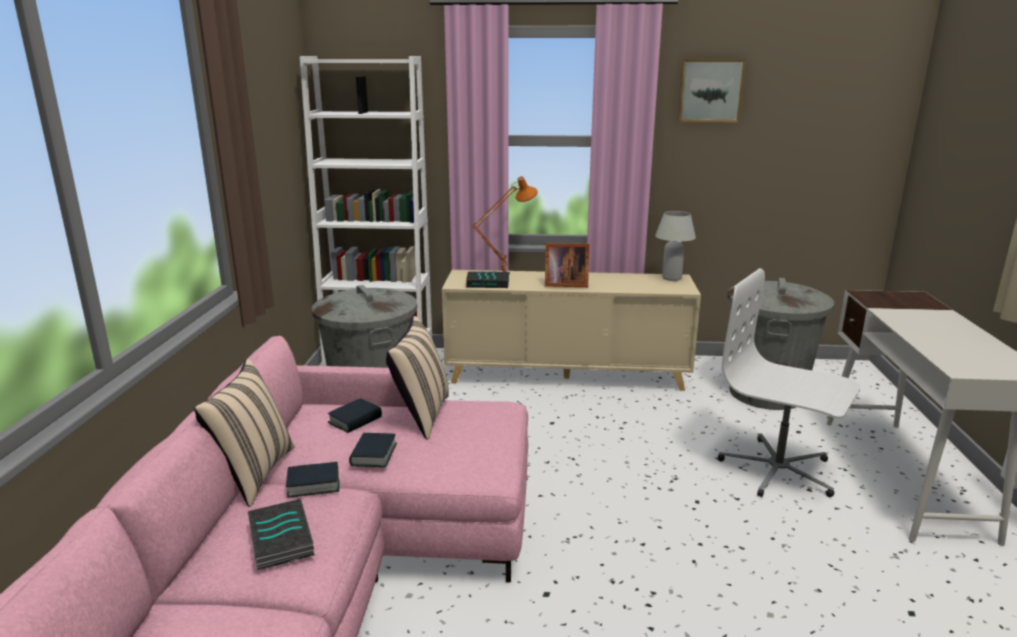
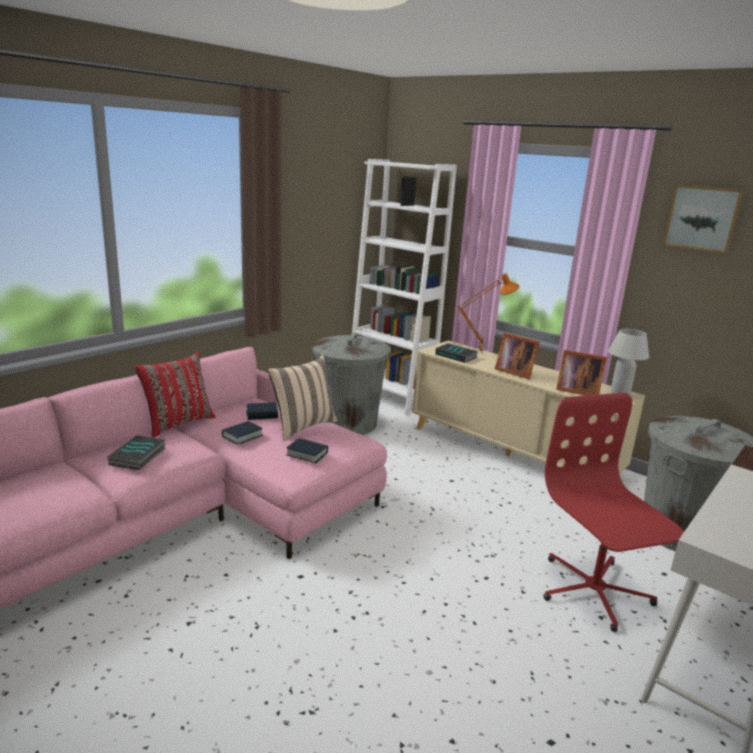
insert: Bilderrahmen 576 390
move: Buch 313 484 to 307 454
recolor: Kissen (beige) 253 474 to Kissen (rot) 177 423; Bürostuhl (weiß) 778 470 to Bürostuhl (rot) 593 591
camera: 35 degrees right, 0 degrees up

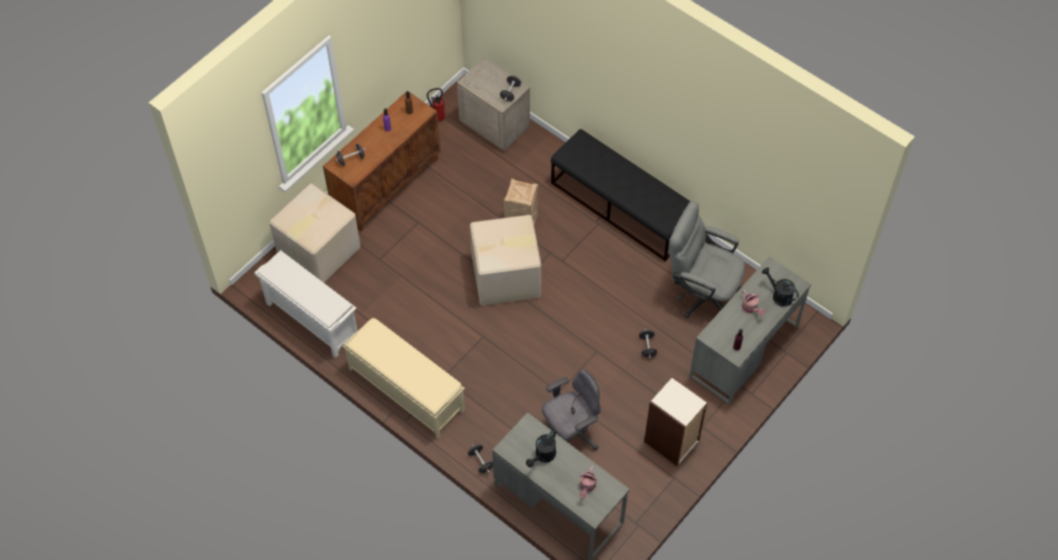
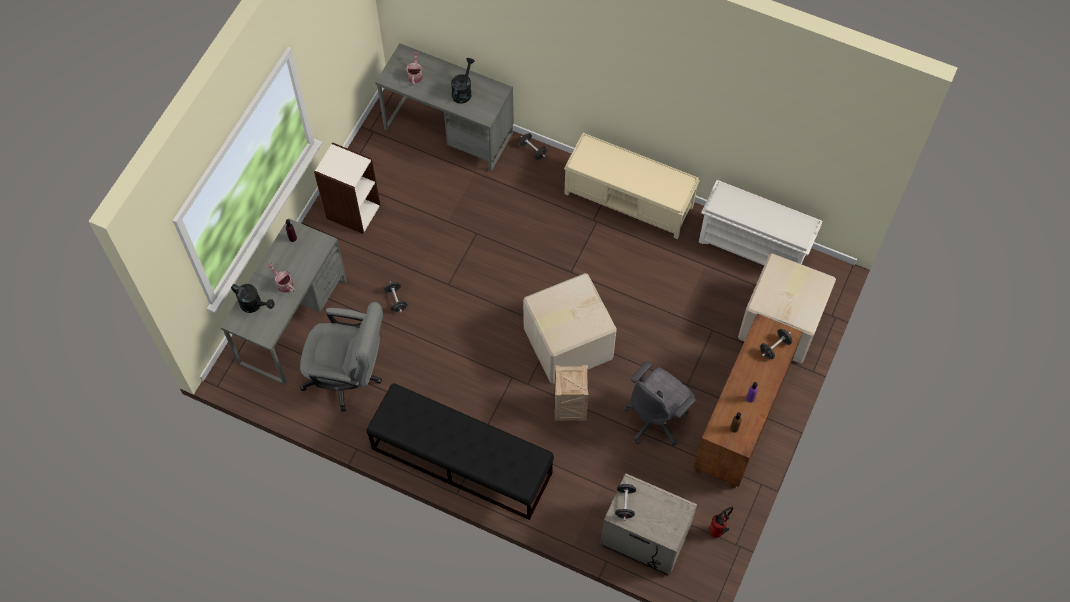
move: Bürostuhl (grau) 571 433 to 656 419
camera: 165 degrees right, 5 degrees up

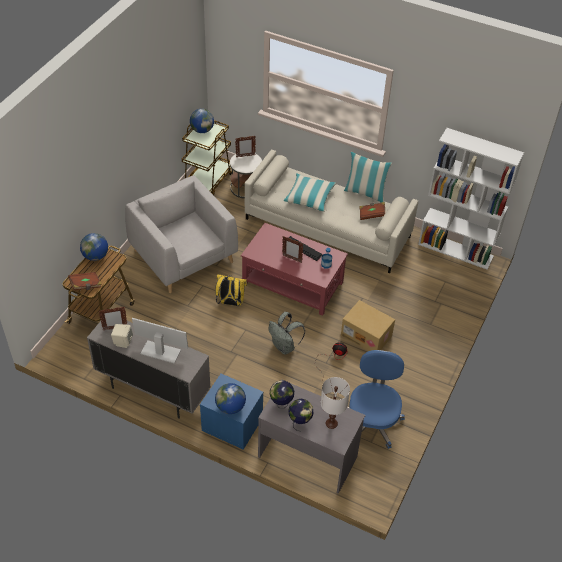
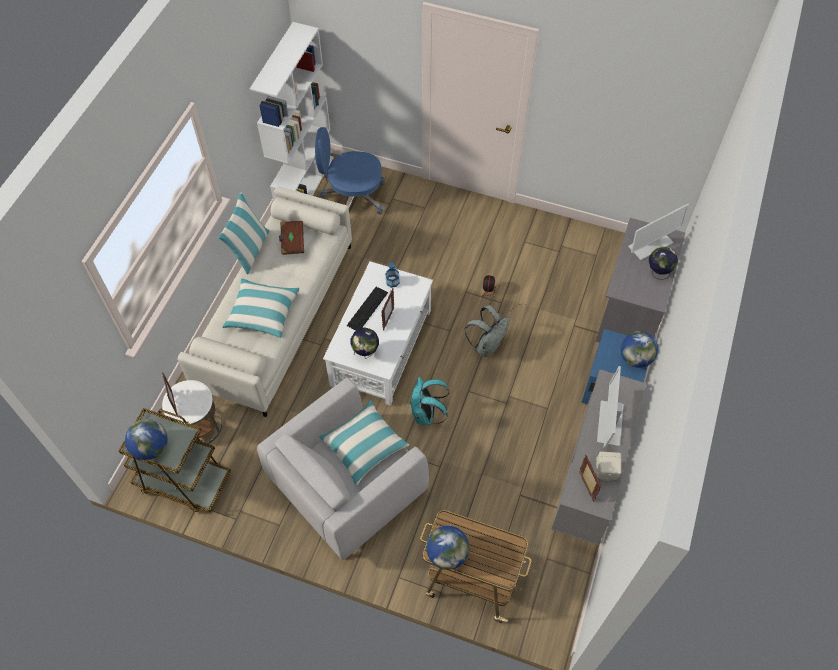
delete: Buch (braun) 86 285; Karton 367 335
insert: Kissen 364 446
move: Bürostuhl (blau) 372 421 to 353 197; Globus 281 403 to 365 353
replace: Tischlampe (weiß) 331 423 to Monitor 650 245
recolor: Couchtisch (rot) 293 283 to Couchtisch (weiß) 382 347; Rucksack (gelb) 230 302 to Rucksack (türkis) 426 415
camera: 95 degrees left, 10 degrees up

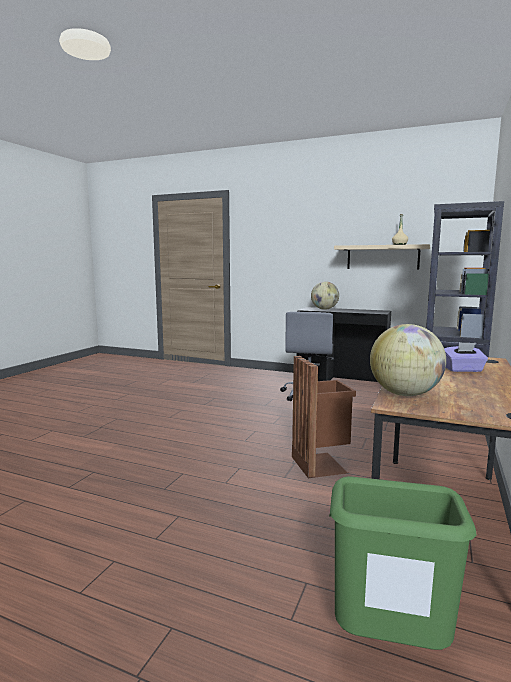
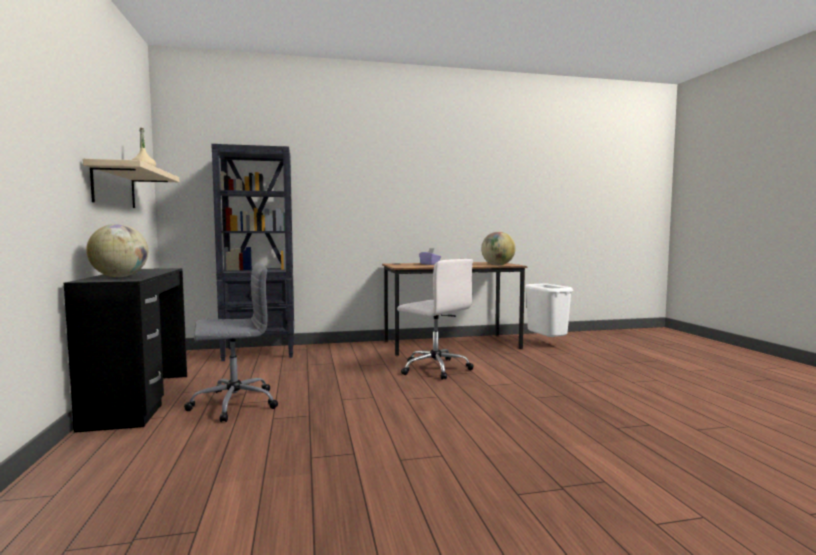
replace: Mülleimer (braun) 321 464 to Bürostuhl (weiß) 434 368
recolor: Mülleimer (grün) 388 646 to Mülleimer (weiß) 547 344
camera: 125 degrees left, 5 degrees down

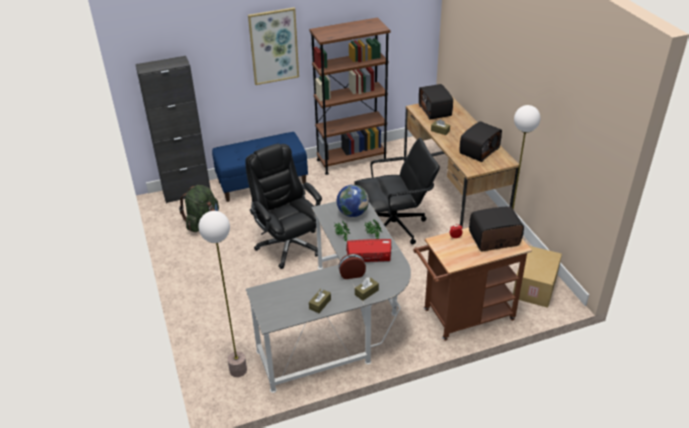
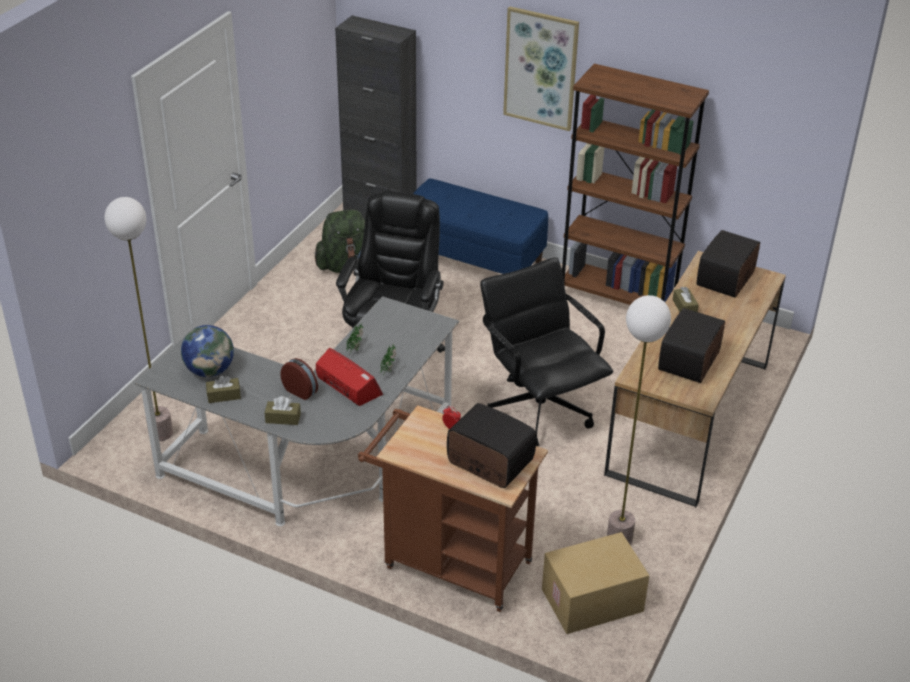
move: Globus 352 213 to 210 370
rotate: Bürostuhl (schwarz) 394 227 = 539 409 150 degrees counterclockwise; Radio 478 150 = 690 361 120 degrees clockwise
camera: 45 degrees right, 0 degrees up

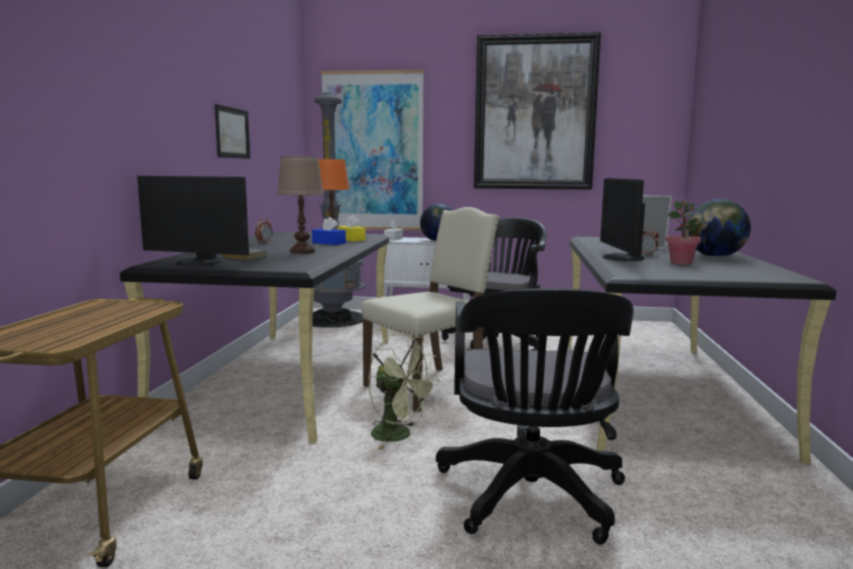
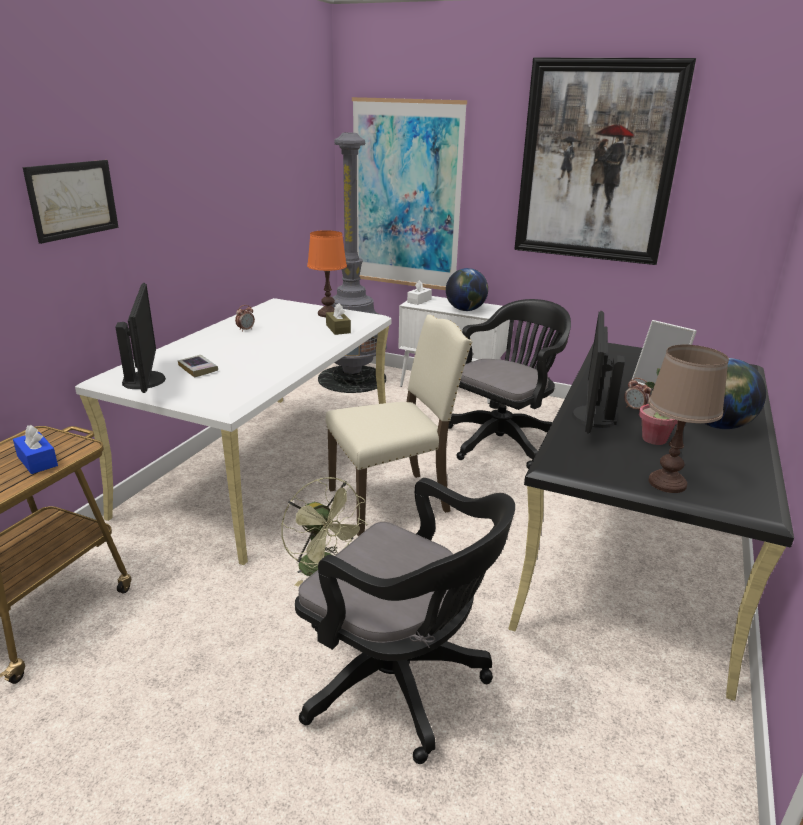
move: Taschentuchbox (blau) 329 243 to 37 461; Bild 232 133 to 73 199; Tischlampe (braun) 302 252 to 667 483
recolor: Schreibtisch (schwarz) 288 377 to Schreibtisch (weiß) 265 465; Taschentuchbox (gelb) 351 239 to Taschentuchbox (braun) 338 329
rotate: Monitor 198 263 = 146 380 135 degrees counterclockwise; Bürostuhl (schwarz) 531 498 = 400 683 75 degrees counterclockwise
camera: 15 degrees right, 15 degrees up

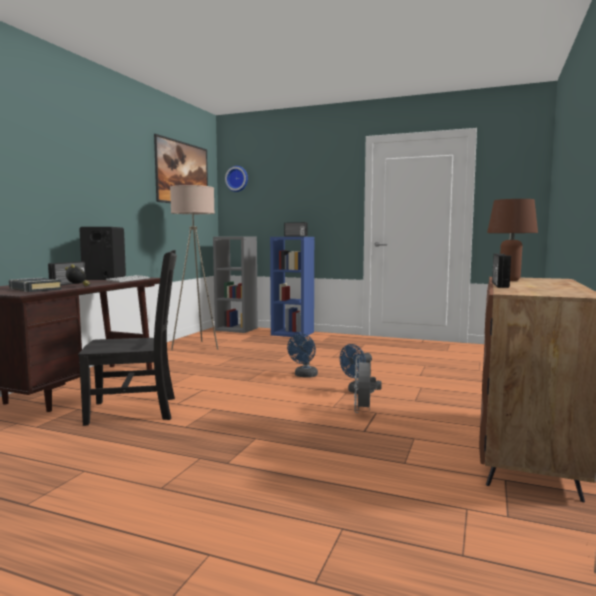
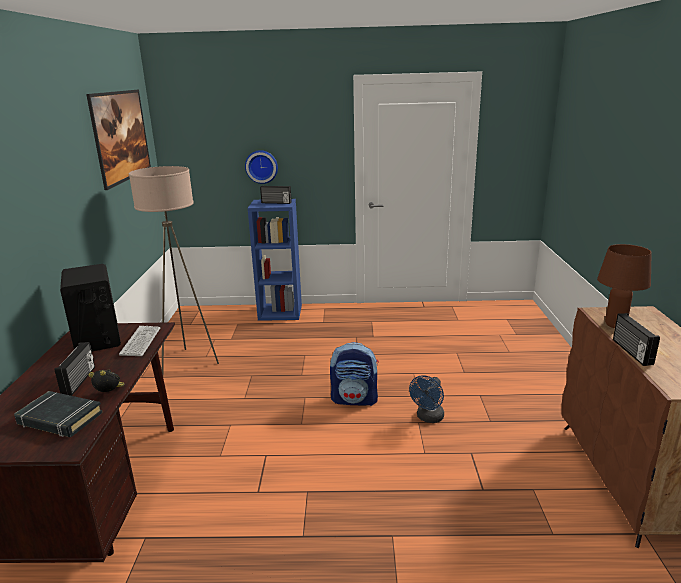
delete: Stuhl (schwarz) 136 410; Bücherregal (grau) 237 329; Ventilator (grau) 364 411
move: Wanduhr 237 179 to 261 166
replace: Ventilator (blau) 304 376 to Rucksack 355 399
camera: 20 degrees left, 15 degrees up

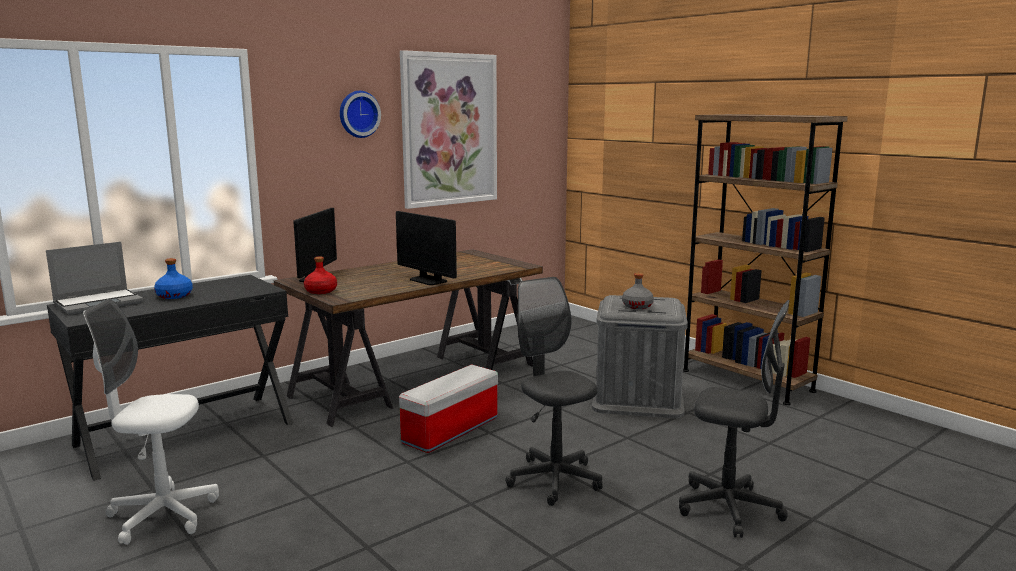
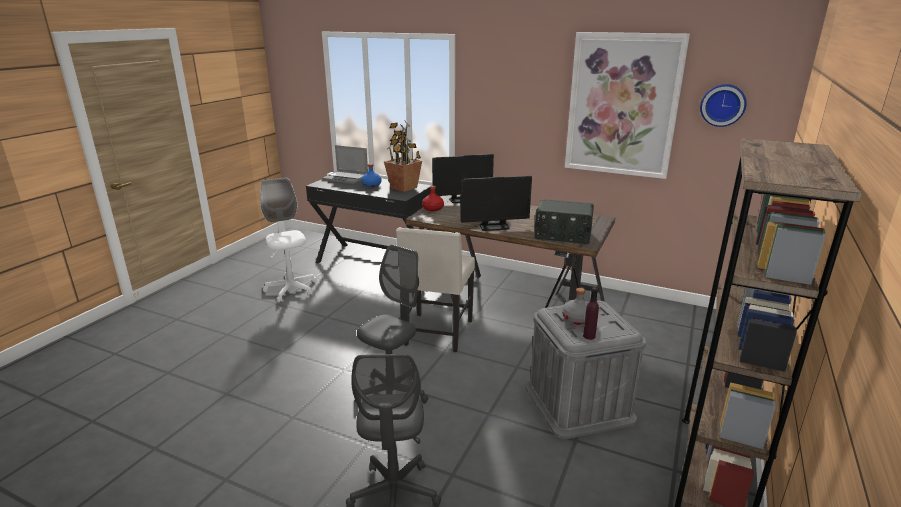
insert: Topfpflanze 403 188; Radio 562 235; Flasche (lila) 589 336
move: Wanduhr 358 114 to 722 105
replace: Aufbewahrungsbox 450 431 to Stuhl (beige) 437 333
rotate: Monitor 428 280 = 494 226 120 degrees counterclockwise
camera: 65 degrees right, 10 degrees up

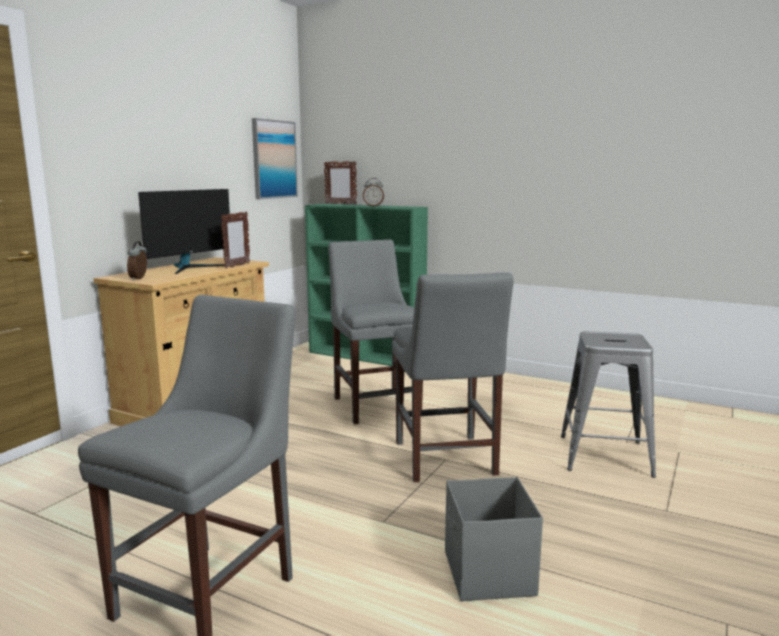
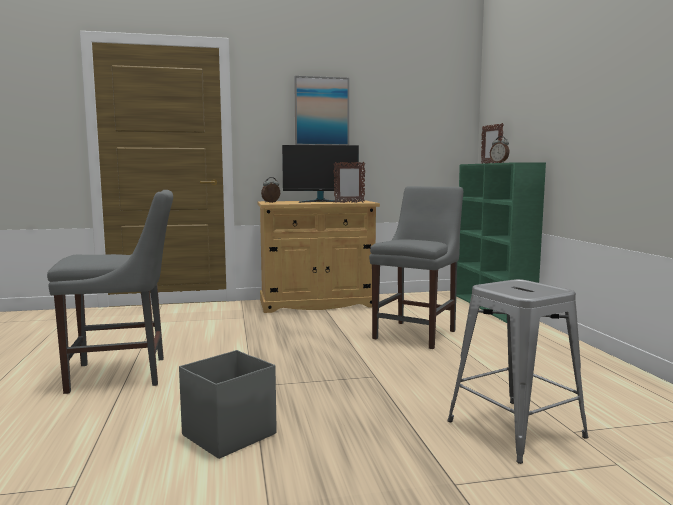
delete: Stuhl (grau) 445 460
move: Bild 274 159 to 321 111
camera: 50 degrees right, 5 degrees down

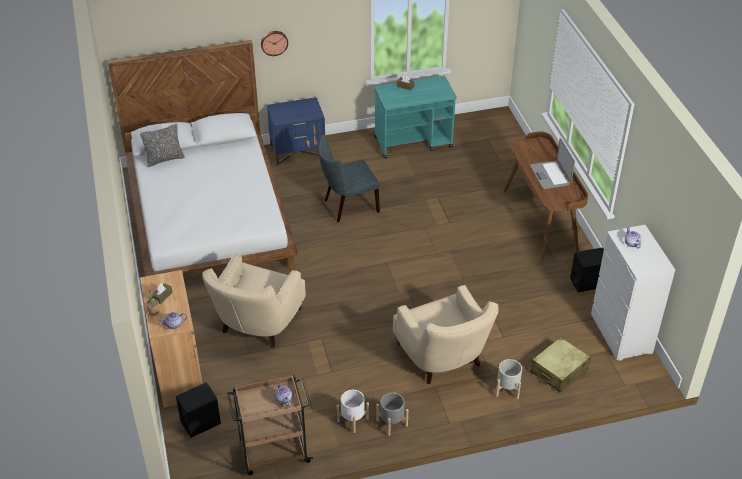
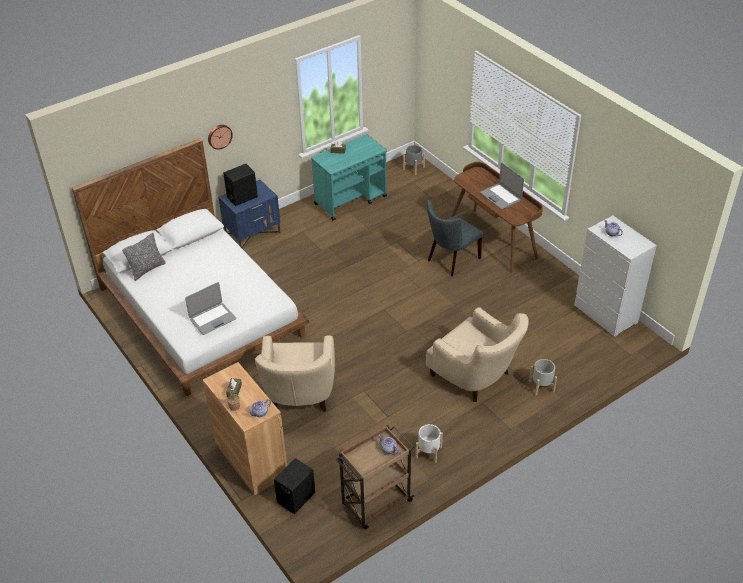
delete: Koffer (beige) 558 370
insert: Laptop 212 319
move: Lautsprecher (schwarz) 588 283 to 242 197; Pflanzkübel (grau) 392 423 to 413 168; Stuhl (grau) 348 206 to 451 260
camera: 20 degrees left, 0 degrees up

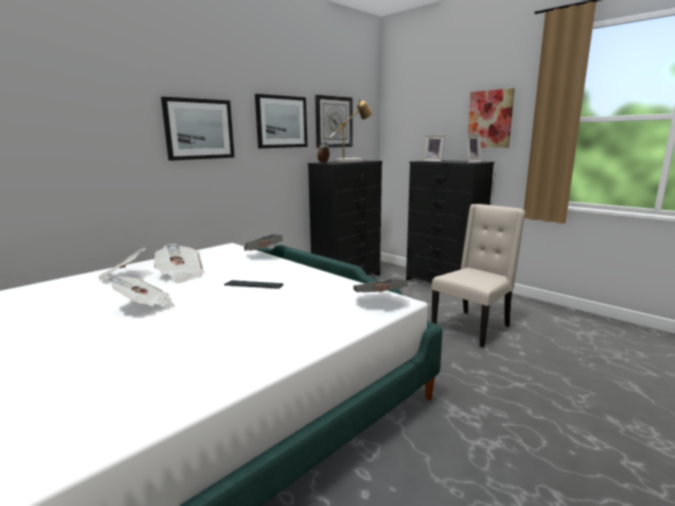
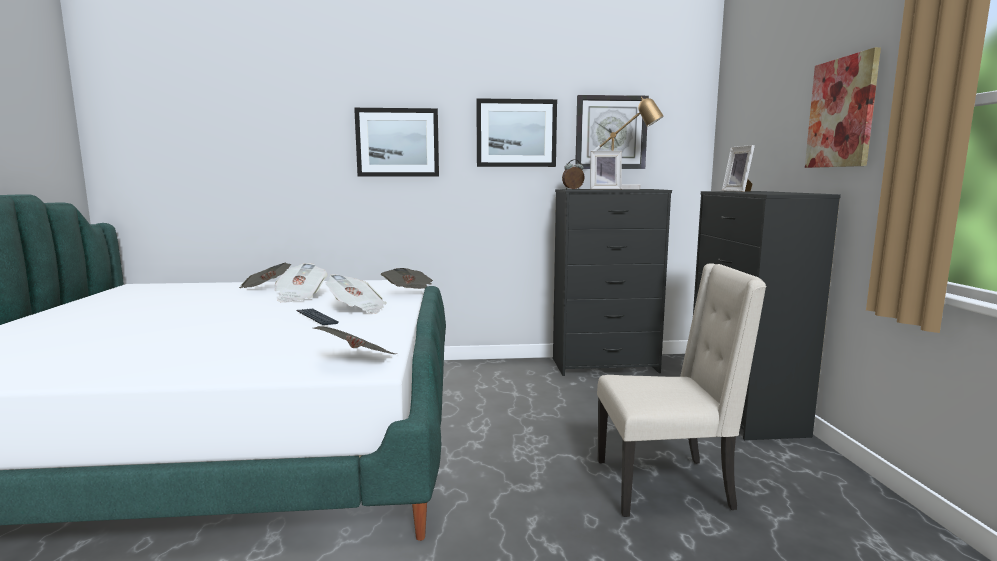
move: Zeitung 145 307 to 357 309; Bilderrahmen 471 162 to 604 189
camera: 40 degrees right, 5 degrees down

